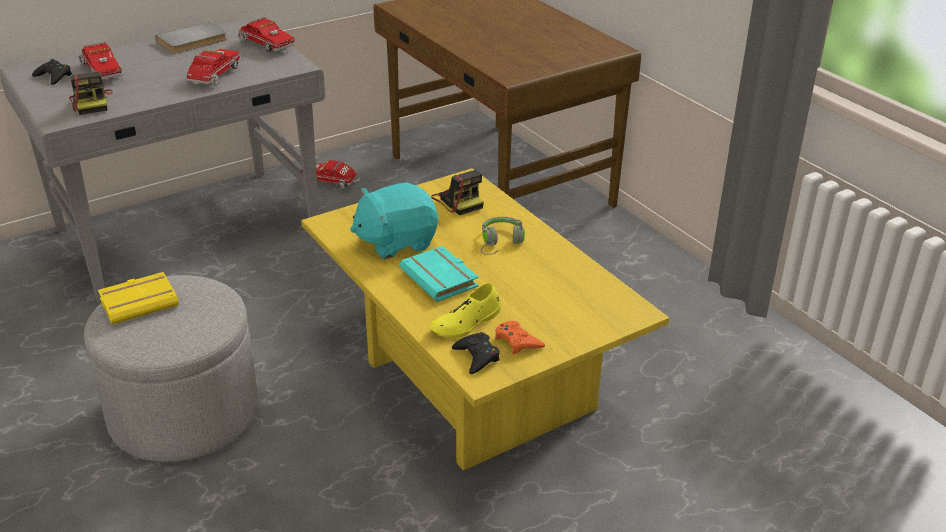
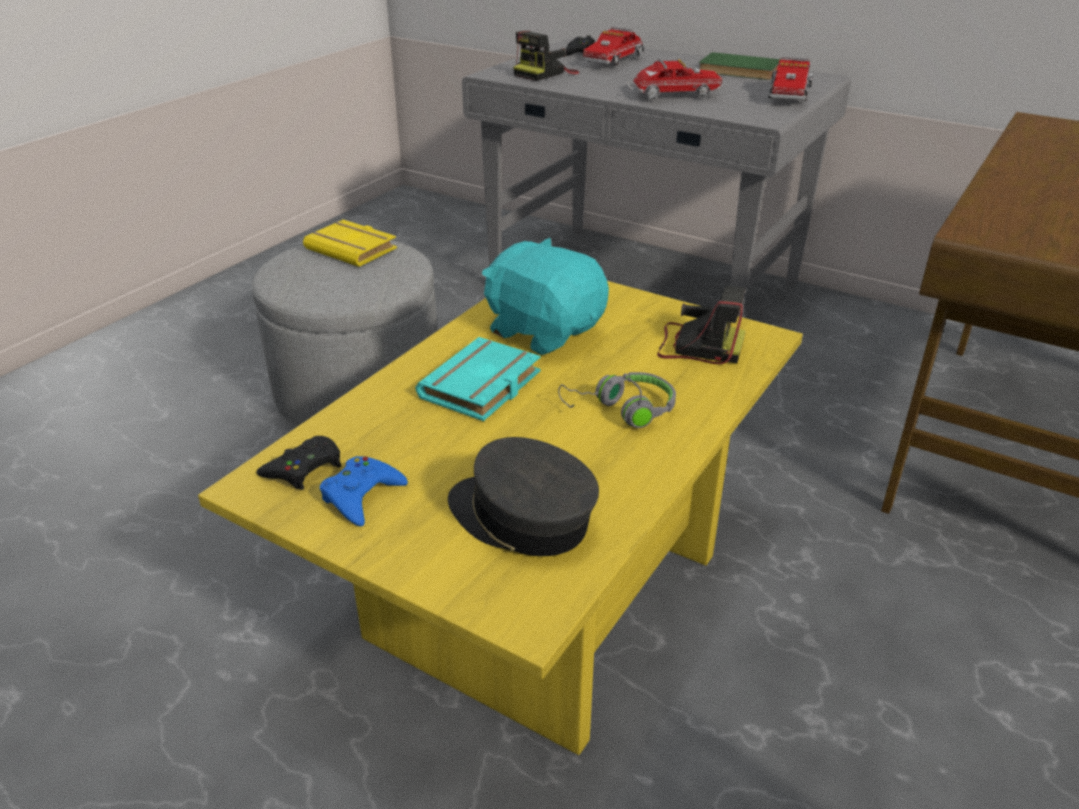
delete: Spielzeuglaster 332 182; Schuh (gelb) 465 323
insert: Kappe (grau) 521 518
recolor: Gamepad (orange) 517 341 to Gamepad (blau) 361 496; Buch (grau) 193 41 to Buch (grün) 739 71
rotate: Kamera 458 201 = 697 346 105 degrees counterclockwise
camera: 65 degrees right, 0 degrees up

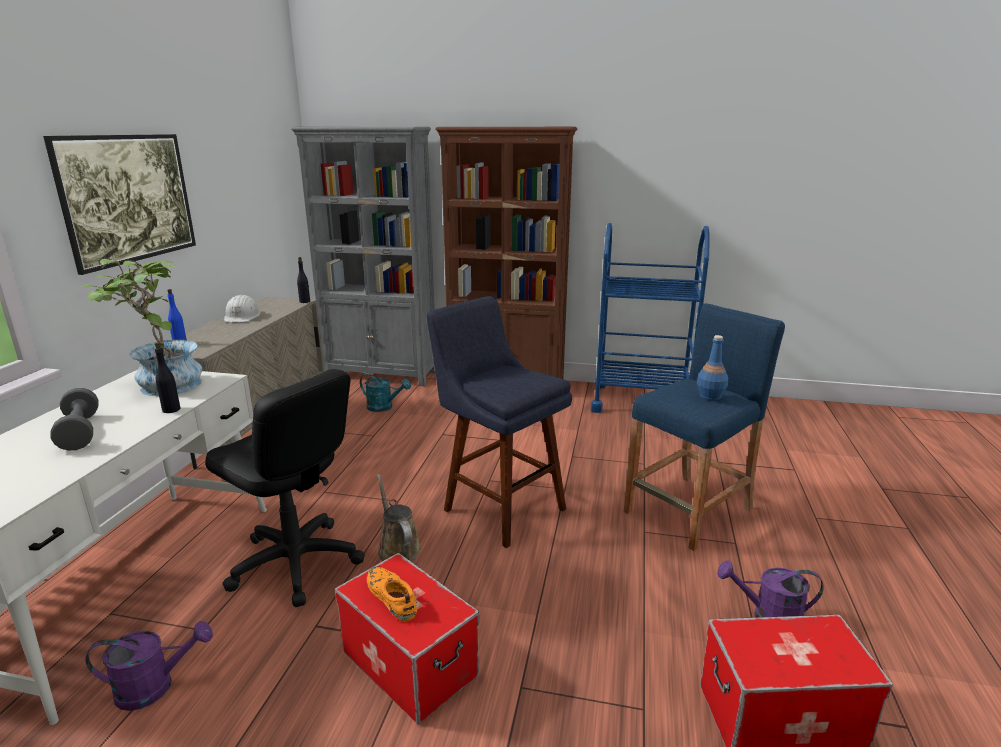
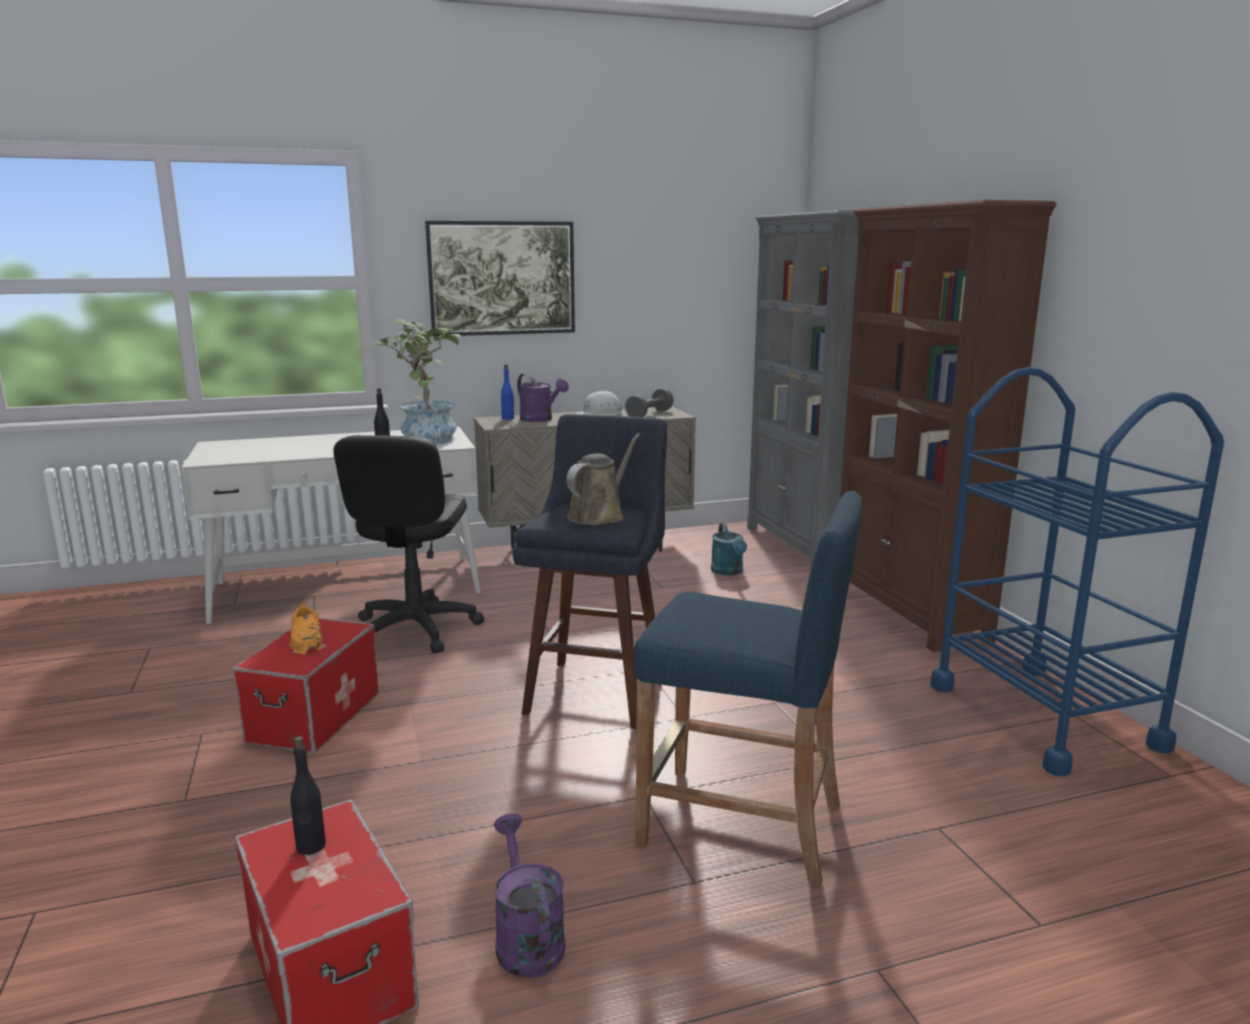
delete: Flasche (blau) 710 396
move: Flasche (schwarz) 305 301 to 311 846; Gießkanne (lila) 155 686 to 540 420; Gießkanne (braun) 397 548 to 599 515; Hantel (grau) 80 432 to 649 414
rotate: Schuh (orange) 391 597 = 307 638 135 degrees clockwise
camera: 60 degrees right, 5 degrees down

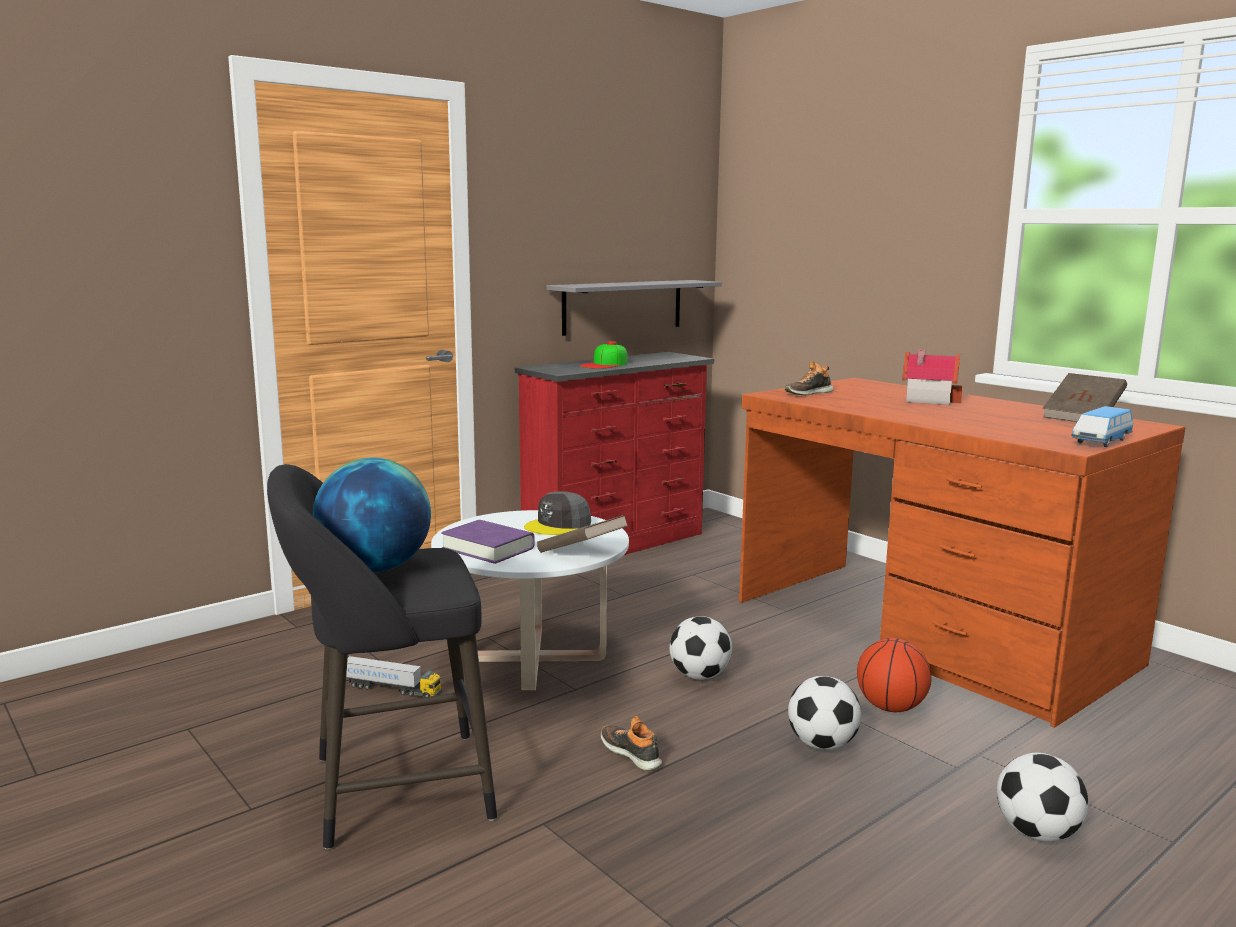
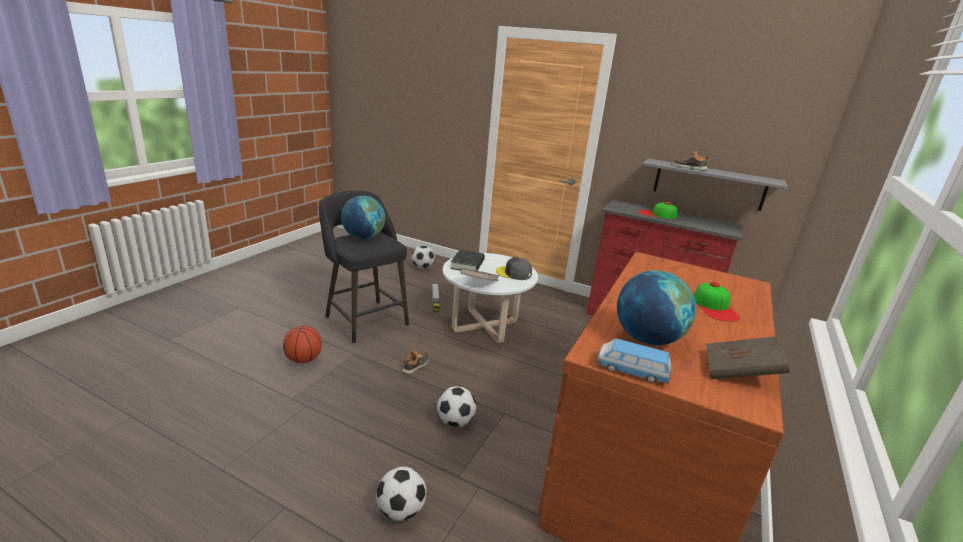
insert: Globus 647 339
move: Basketball 891 708 to 303 360; Fußball 699 676 to 422 267; Schuh 807 393 to 688 167
replace: Spielzeughaus 927 399 to Kappe 715 307
recolor: Buch (lila) 488 548 to Buch (schwarz) 467 264
camera: 65 degrees right, 10 degrees up

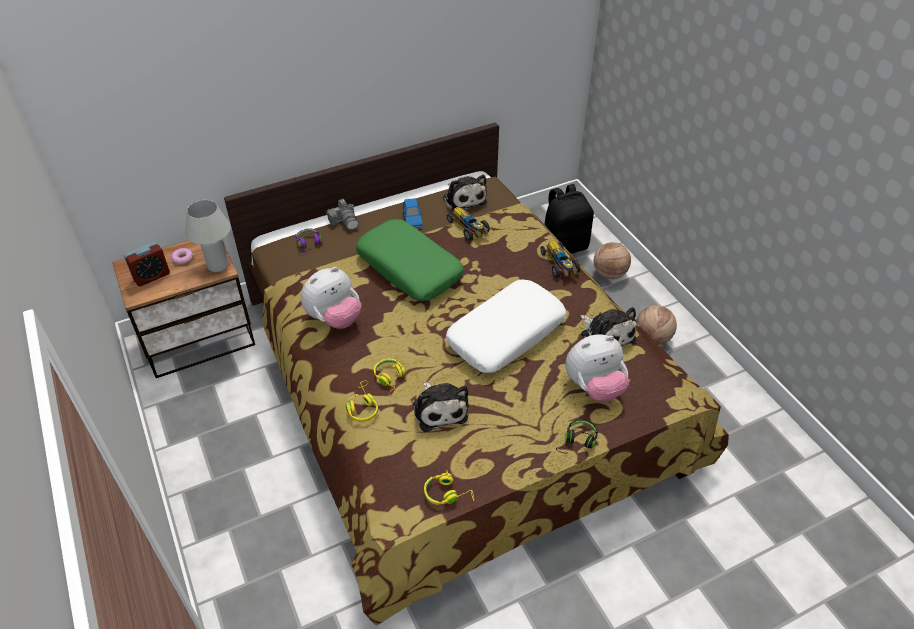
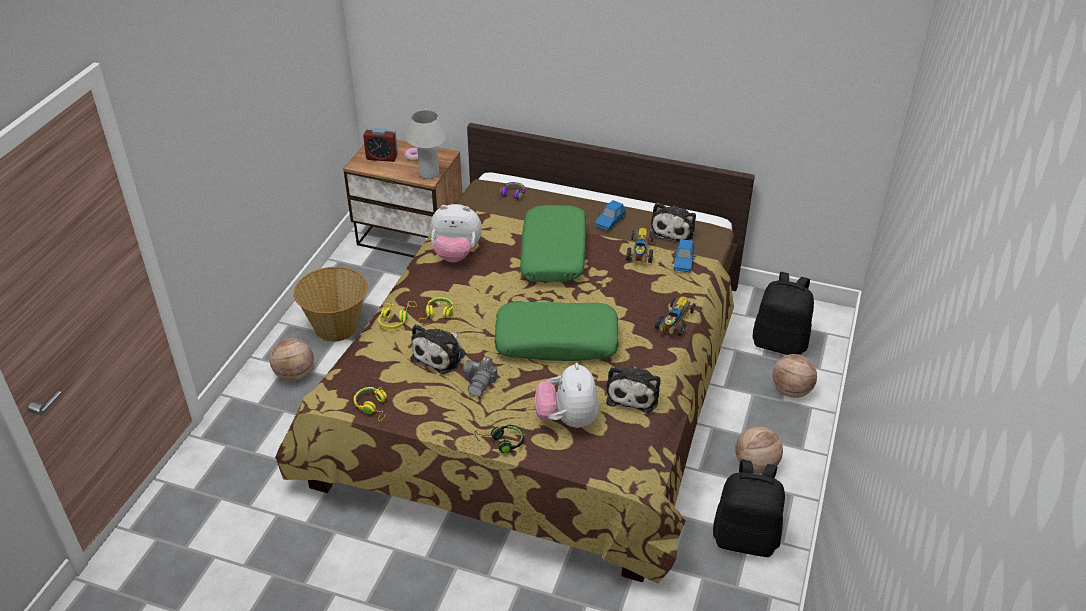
insert: Basketball 294 374; Korb 337 327; Spielzeugauto (blau) 683 262; Rucksack (schwarz) 746 538
move: Kamera 345 221 to 480 382
recolor: Kissen (weiß) 506 334 to Kissen (grün) 557 340
rotate: Plüschtier 594 387 = 567 419 60 degrees clockwise
camera: 45 degrees right, 5 degrees down

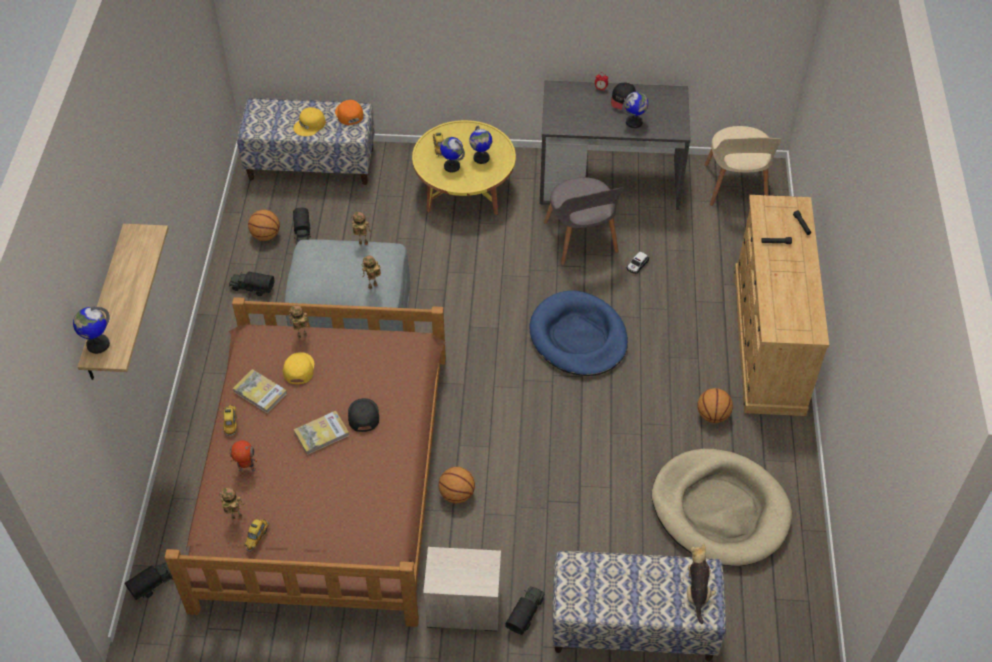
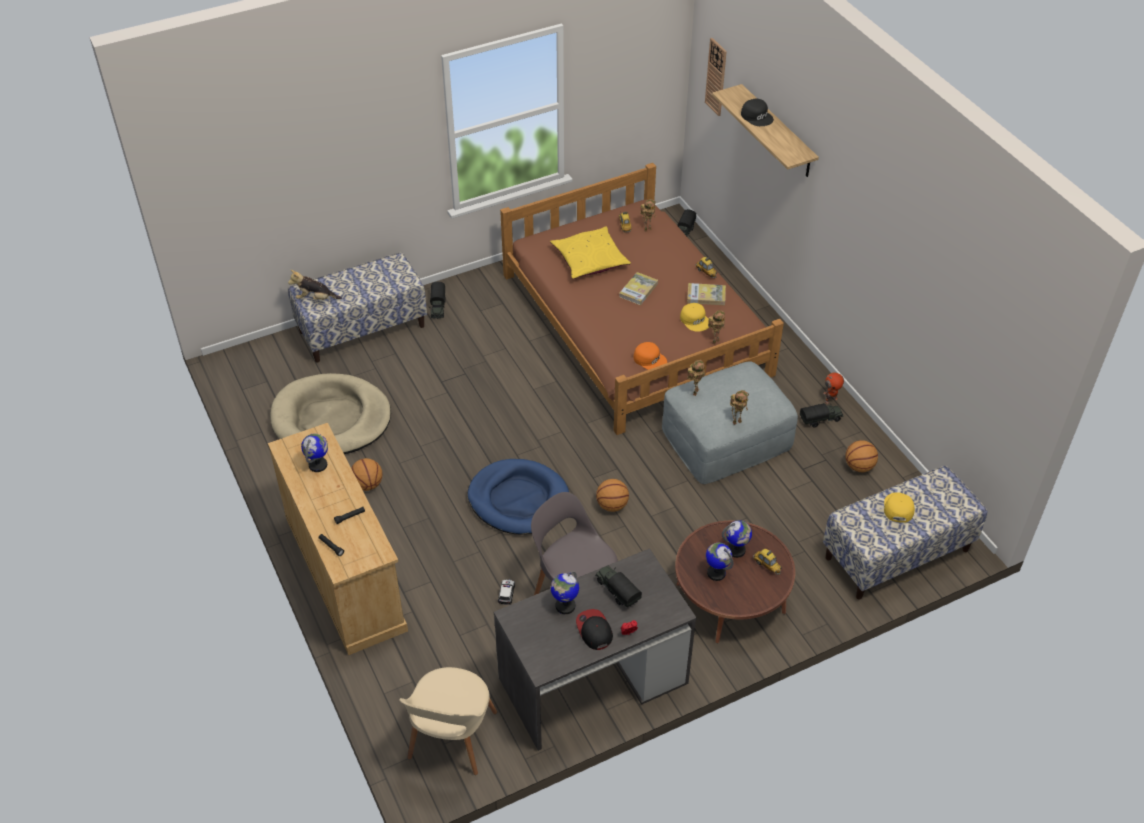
delete: Nachttisch 462 606
insert: Kissen (gelb) 589 259; Wanduhr 716 77
move: Globus 98 344 to 318 465; Spielzeuglaster 303 236 to 617 591; Basketball 457 494 to 612 506; Kappe (orange) 348 114 to 650 359; Kappe (schwarz) 363 416 to 757 116; Spielzeugroboter 246 470 to 830 399
recolor: Couchtisch (gelb) 464 188 to Couchtisch (braun) 730 598
rotate: Plüschtier 697 591 = 315 299 120 degrees clockwise; Stuhl (beige) 735 187 = 451 739 135 degrees counterclockwise
camera: 150 degrees right, 5 degrees down

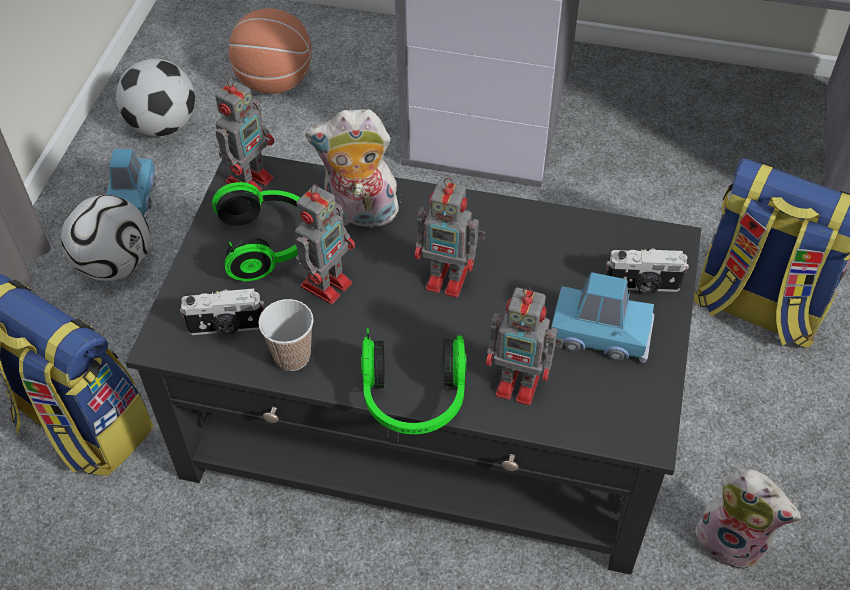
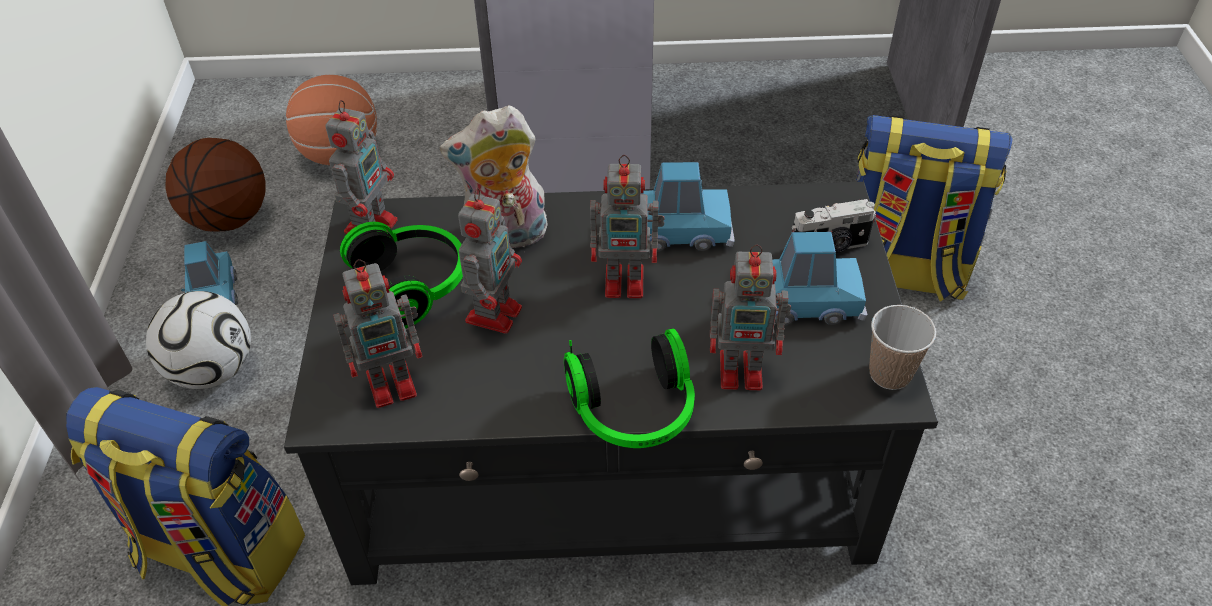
delete: Plüschtier 733 541
insert: Spielzeugauto (blau) 681 230
move: Tasse 292 356 to 890 374
replace: Fußball 163 125 to Basketball 229 218; Kamera 226 327 to Spielzeugroboter 394 383
camera: 15 degrees left, 5 degrees down

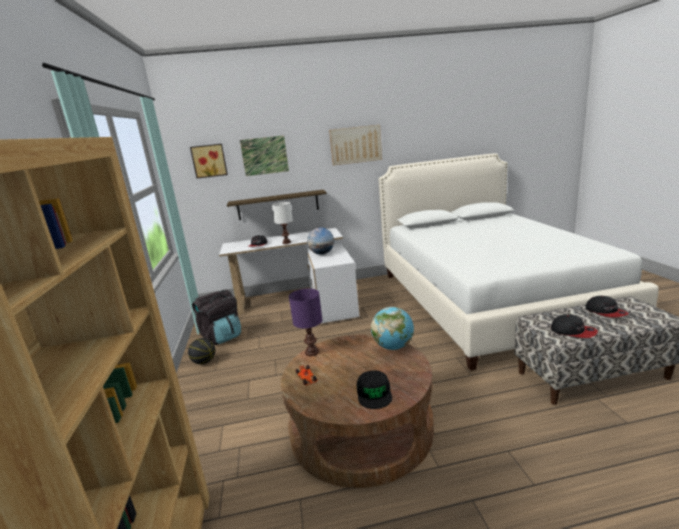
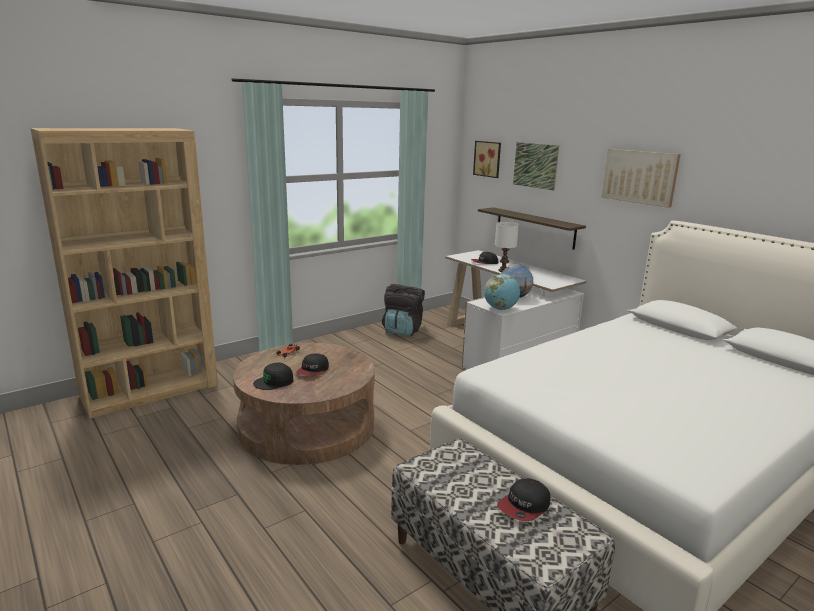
delete: Basketball 204 362; Tischlampe (lila) 312 352
move: Kappe 573 331 to 313 370; Globus 393 347 to 500 309
camera: 60 degrees right, 0 degrees up

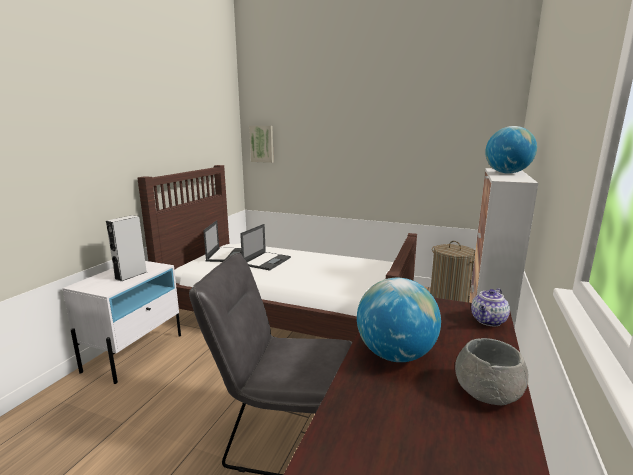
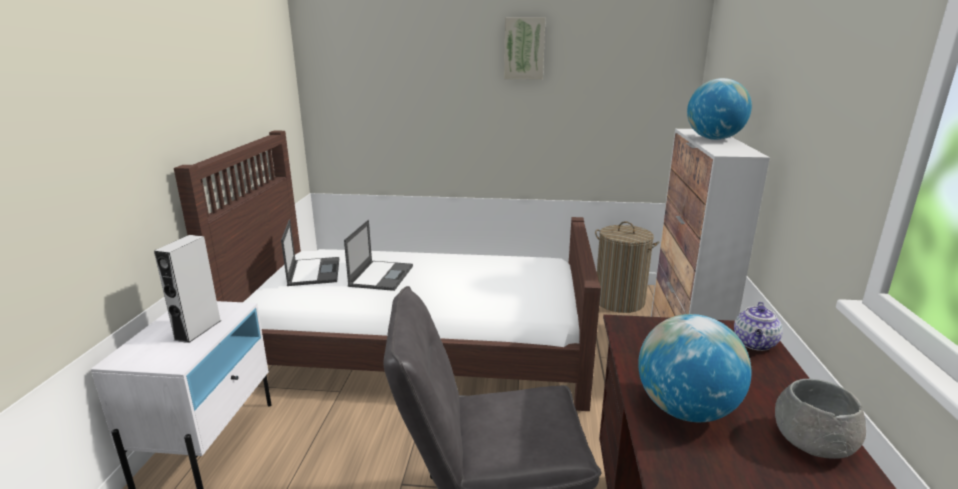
move: Bild 262 144 to 524 48
camera: 15 degrees left, 5 degrees up

